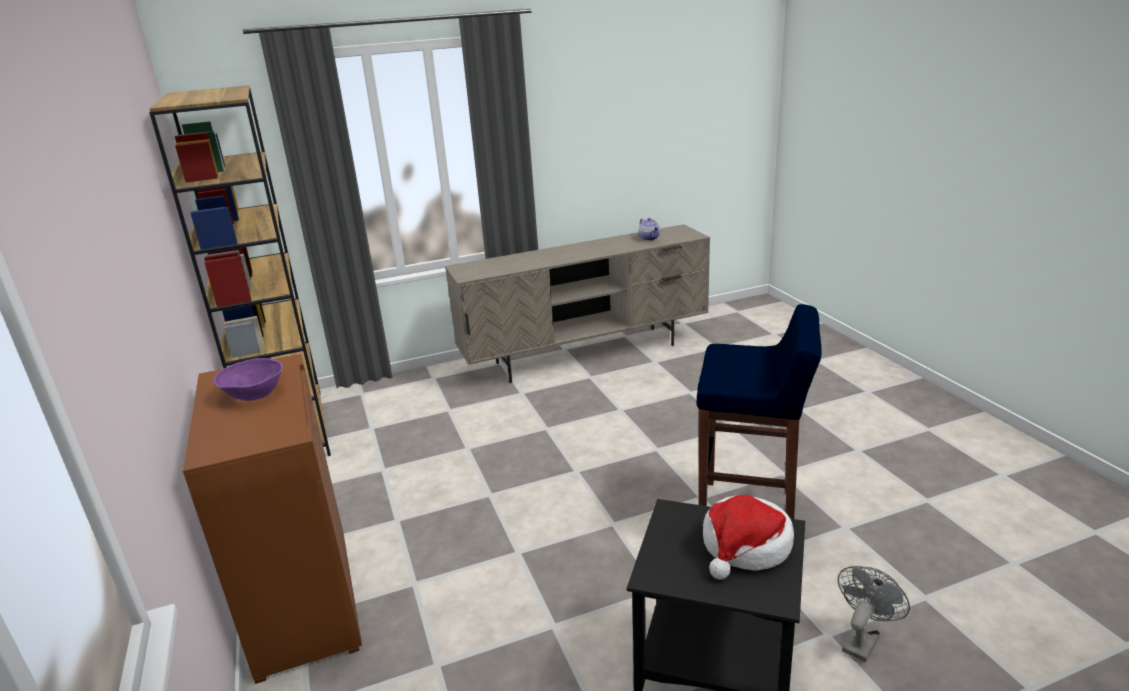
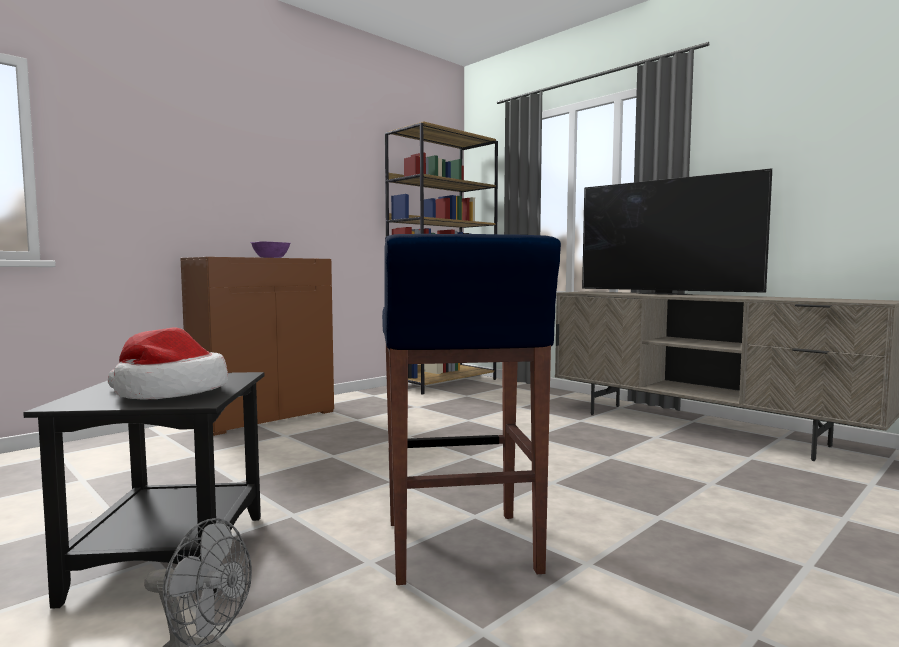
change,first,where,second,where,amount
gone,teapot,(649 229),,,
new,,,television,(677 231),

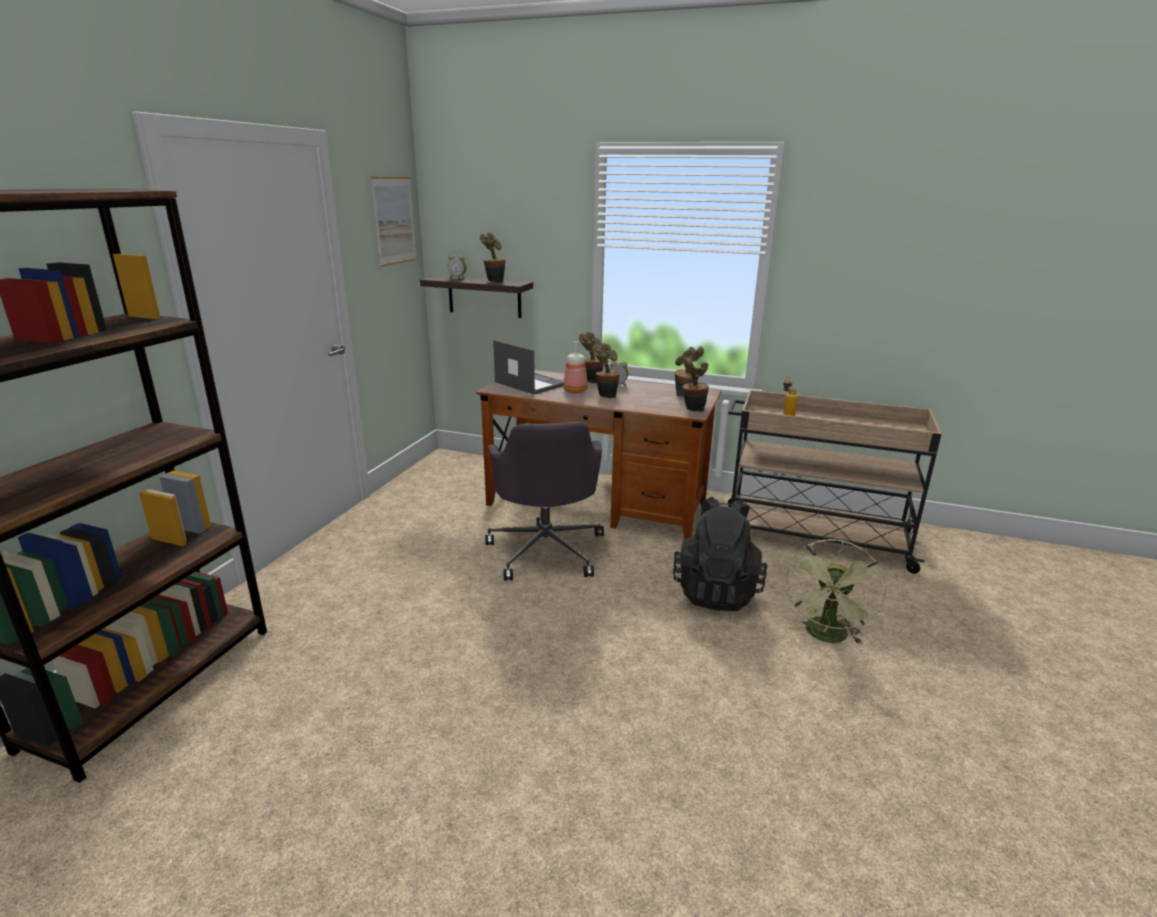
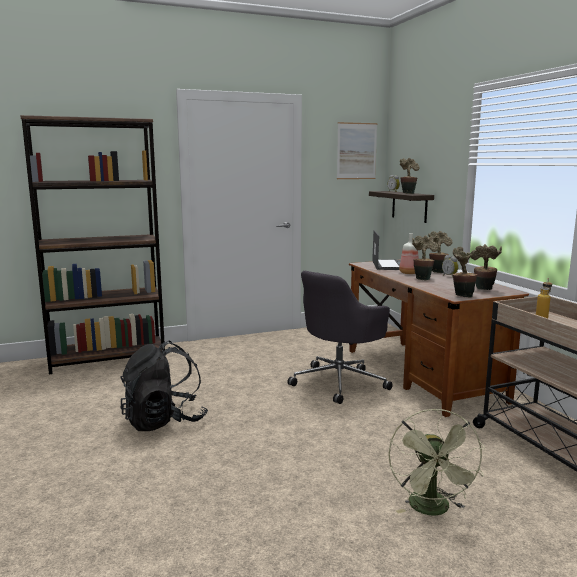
change,first,where,second,where,amount
shifted,black backpack,(720 554),,(164 386),
rotated,green fan,(835 592),,(436 462),75 degrees counterclockwise

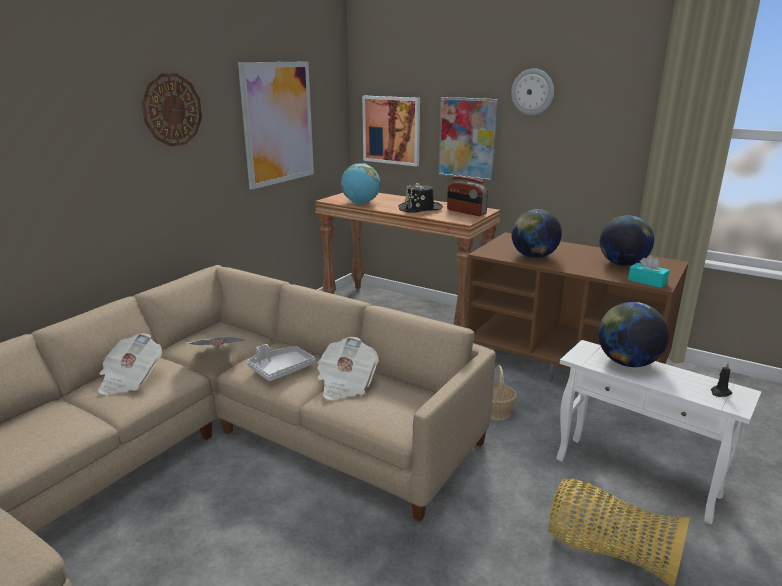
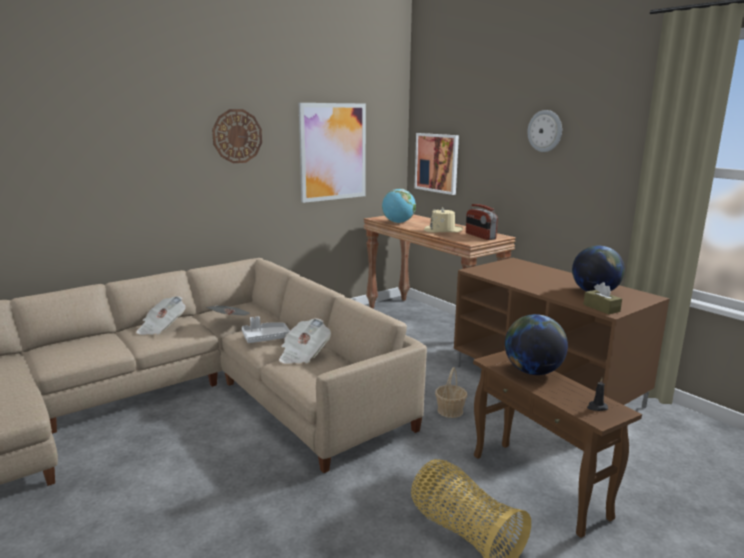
change,first,where,second,where,amount
repainted,black hat,(420 198),beige hat,(443 220),
gone,picture,(468 139),,,
gone,globe,(536 233),,,
repainted,white side table,(658 432),brown side table,(557 444),
repainted,turquoise tissue box,(649 271),brown tissue box,(602 298),

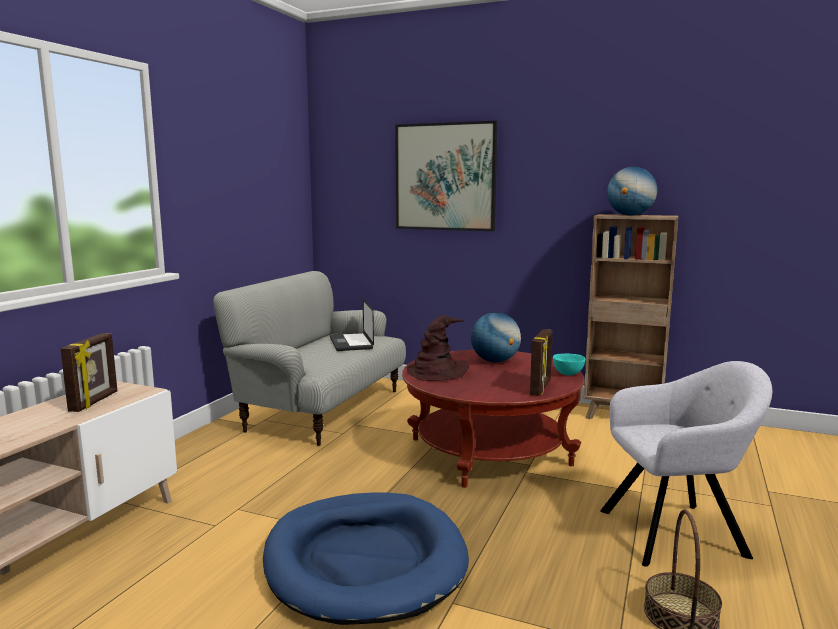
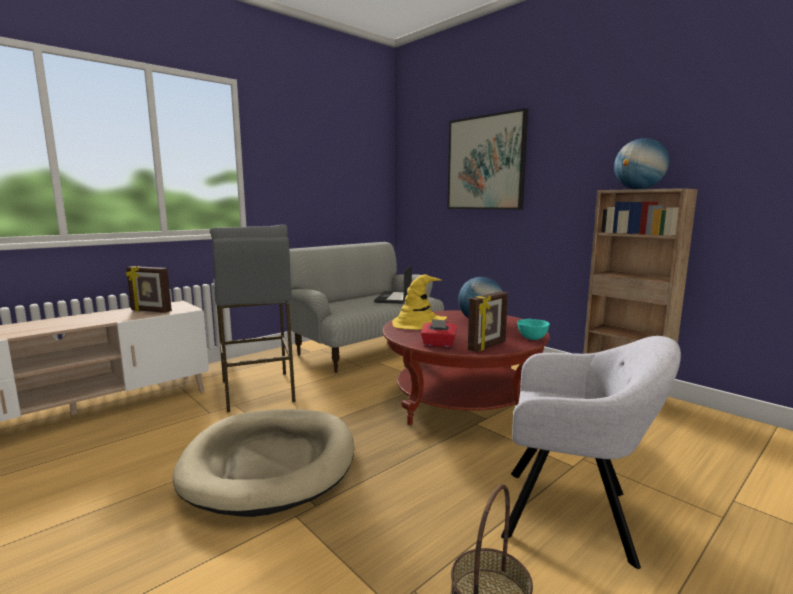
change,first,where,second,where,amount
rotated,picture frame,(89 372),,(149 289),75 degrees clockwise
repainted,blue dog bed,(366 558),beige dog bed,(263 463),
repainted,brown hat,(438 348),yellow hat,(419 302),
new,,,grey stool,(253 318),
new,,,red tissue box,(439 333),

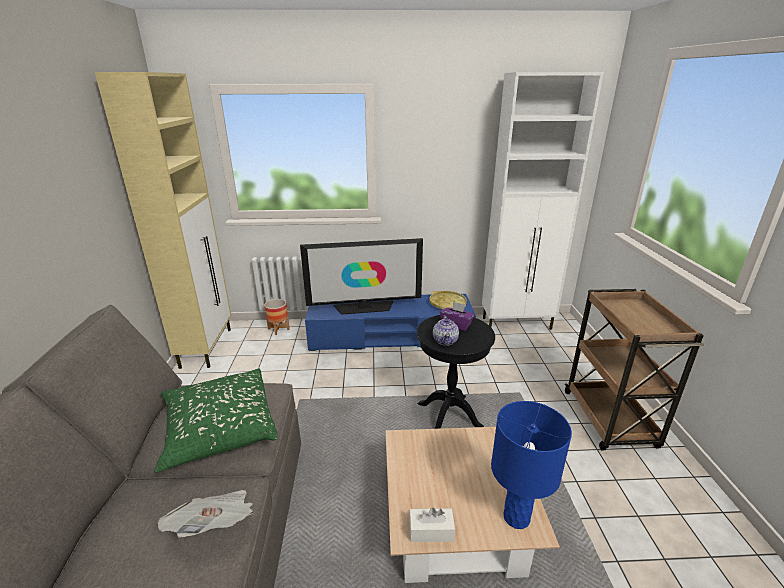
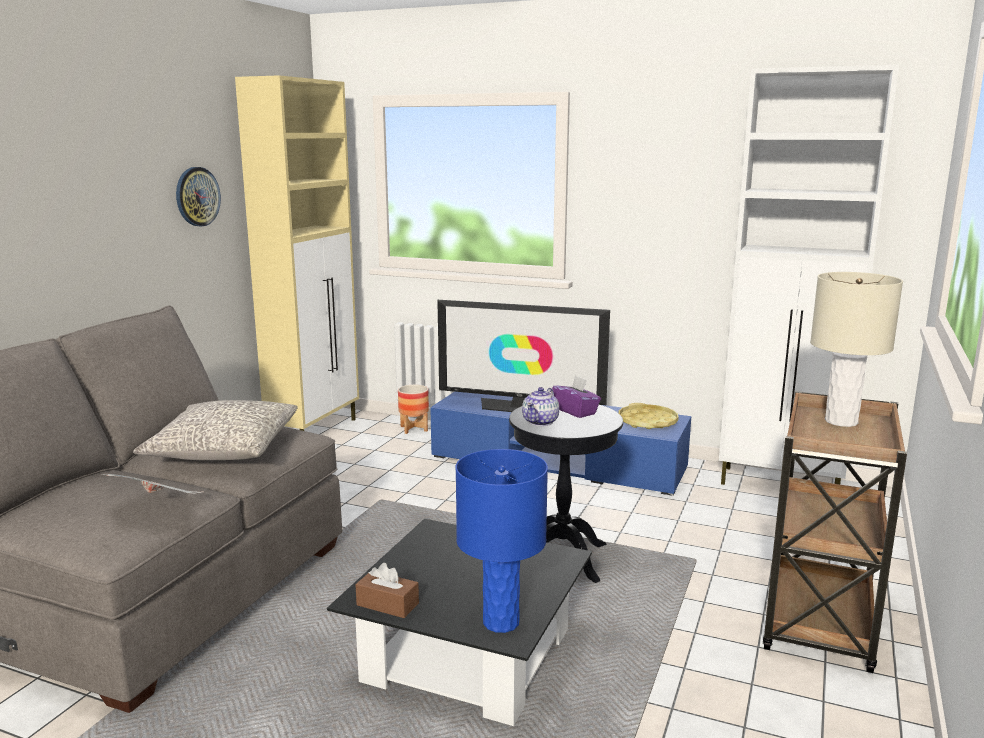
change,first,where,second,where,amount
repainted,green pillow,(216 420),grey pillow,(215 430),
repainted,beige coffee table,(472 505),black coffee table,(459 622),
repainted,white tissue box,(432 525),brown tissue box,(387 590),
new,,,wall clock,(198 196),
new,,,beige table lamp,(856 349),

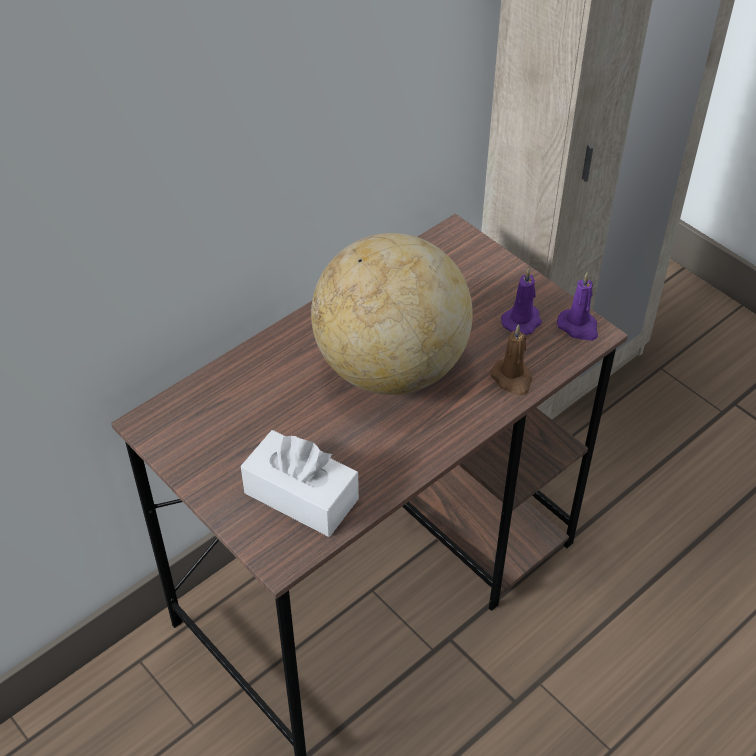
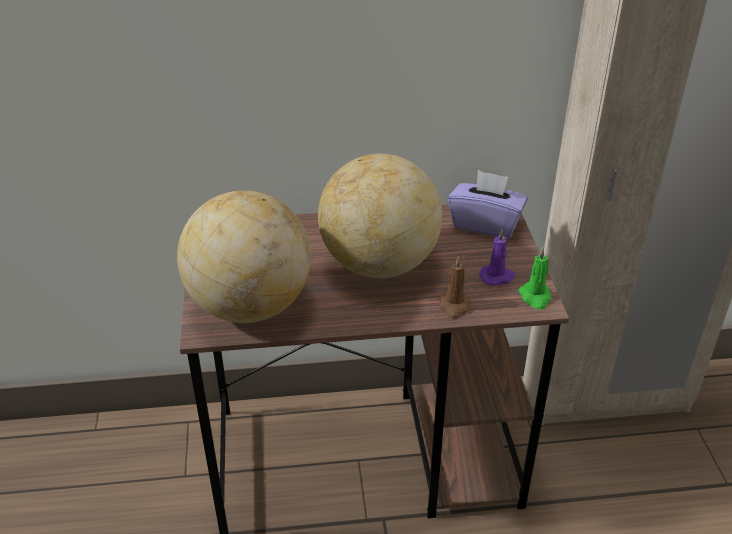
change,first,where,second,where,amount
swapped,white tissue box,(300 483),globe,(244 256),
repainted,purple candle,(577 306),green candle,(534 279),
new,,,purple tissue box,(488 204),

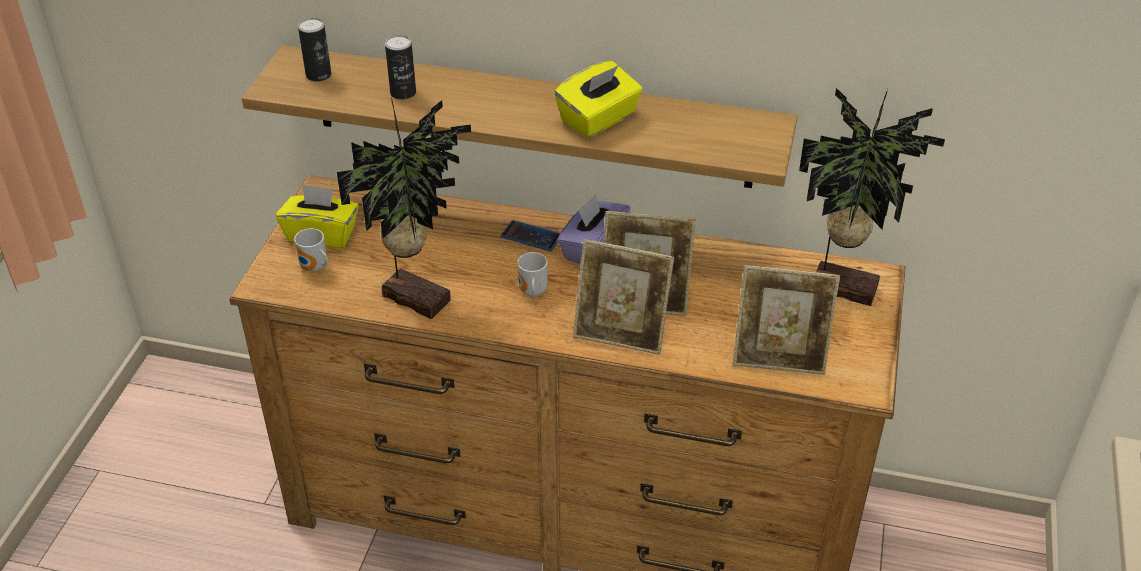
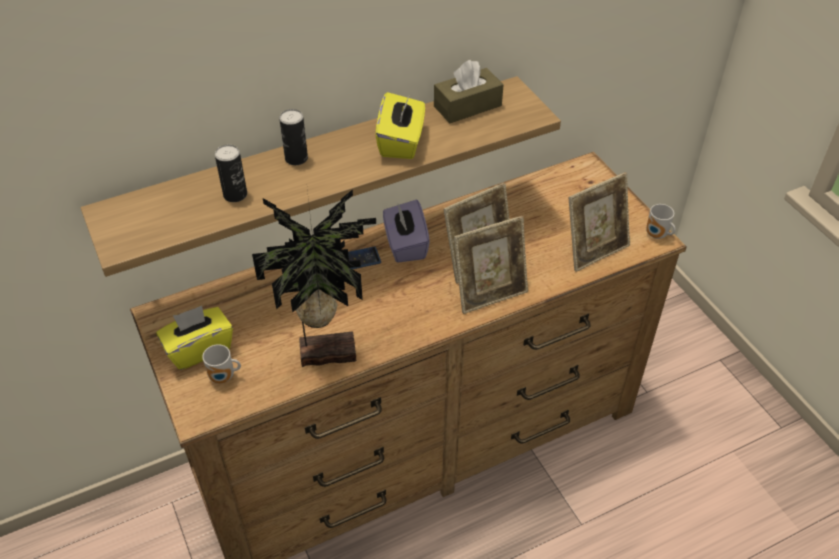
change,first,where,second,where,amount
shifted,can,(314 50),,(293 137),
shifted,mug,(532 274),,(661 221),
gone,potted plant,(872 197),,,
new,,,brown tissue box,(469 91),

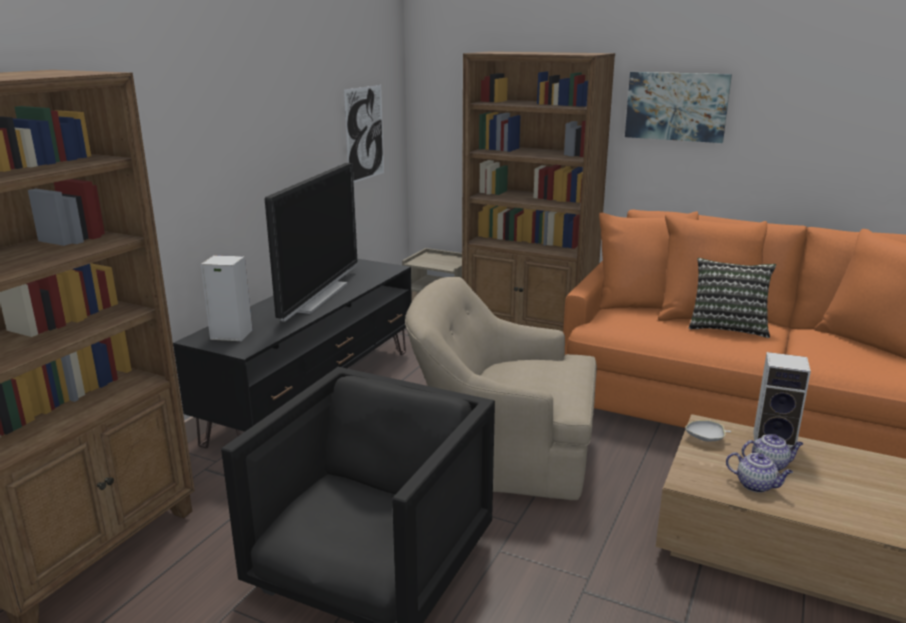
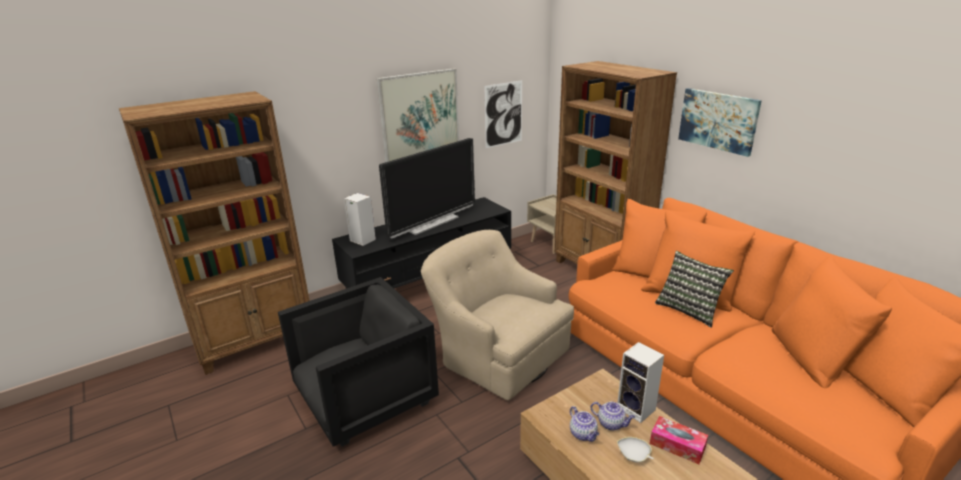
change,first,where,second,where,amount
shifted,white bowl,(708 431),,(635 450),
new,,,picture,(418 115),
new,,,tissue box,(679 440),

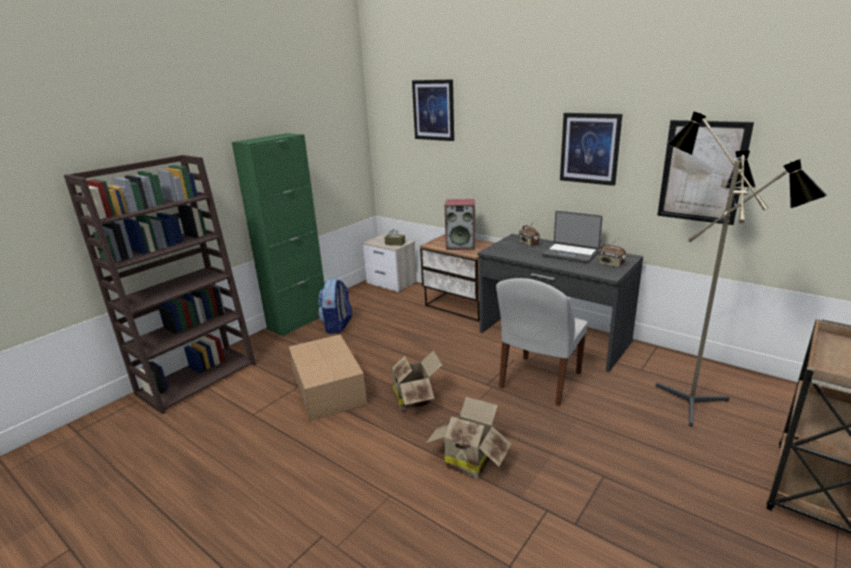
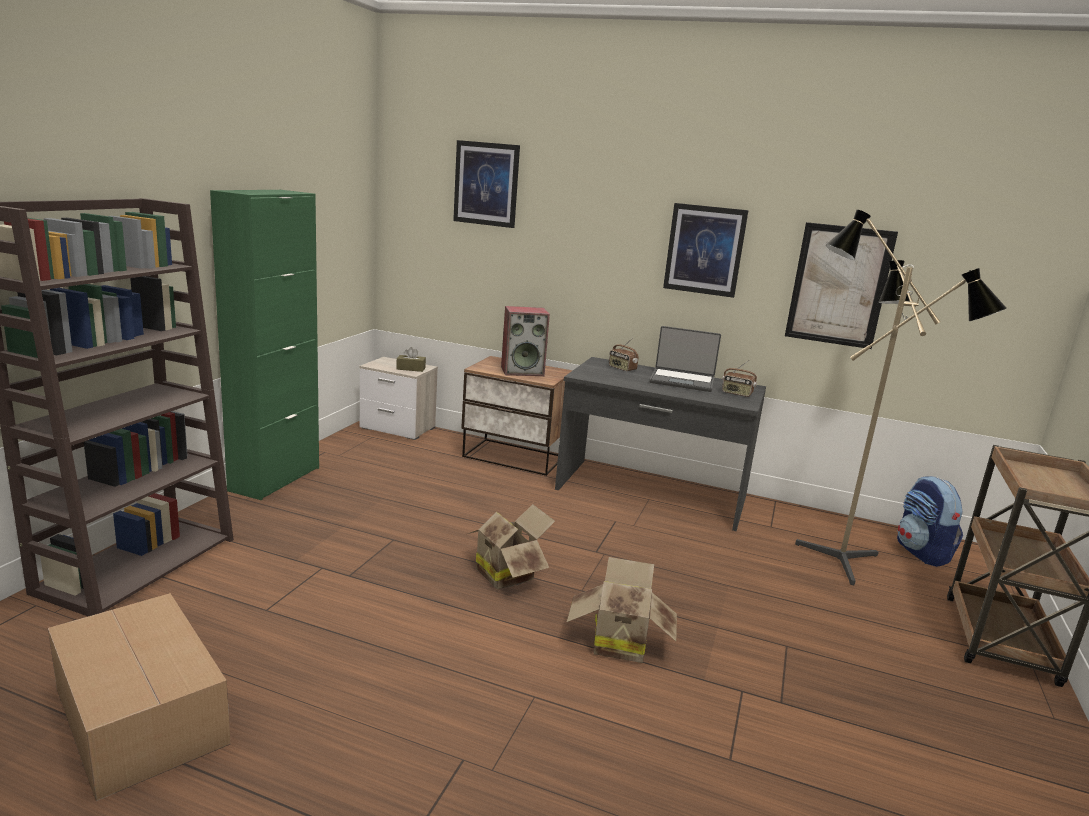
change,first,where,second,where,amount
shifted,cardboard box,(328 377),,(139 697),
shifted,backpack,(335 306),,(930 521),
gone,white chair,(542 342),,,

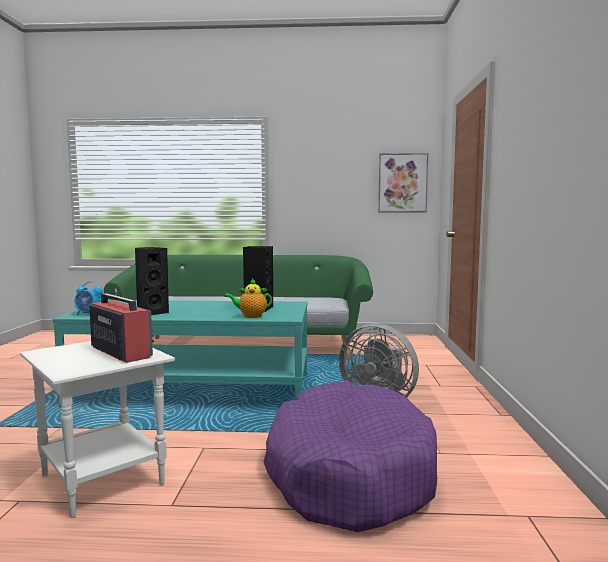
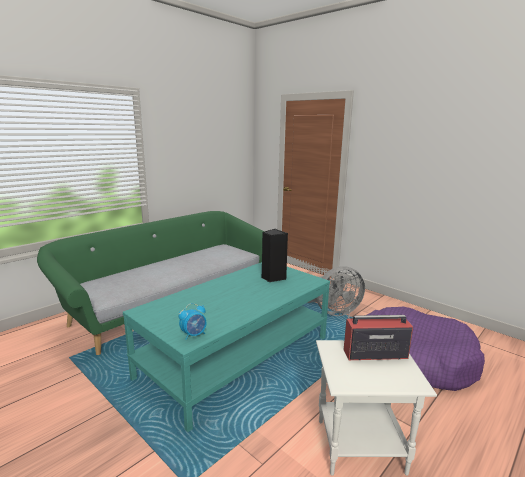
change,first,where,second,where,amount
gone,black speaker,(152 281),,,
gone,teapot,(248 298),,,
gone,picture,(403 182),,,

